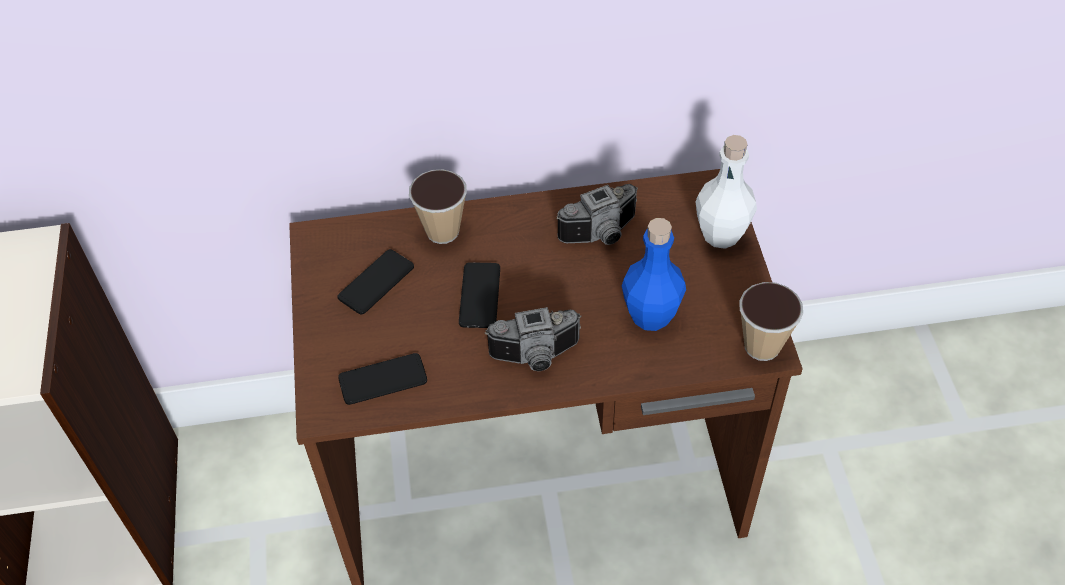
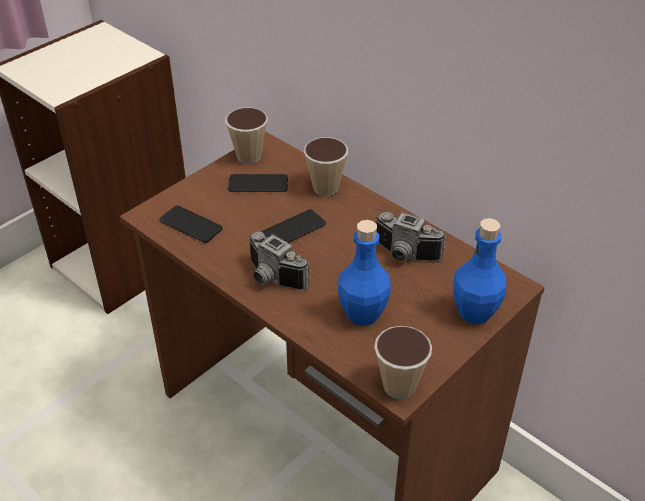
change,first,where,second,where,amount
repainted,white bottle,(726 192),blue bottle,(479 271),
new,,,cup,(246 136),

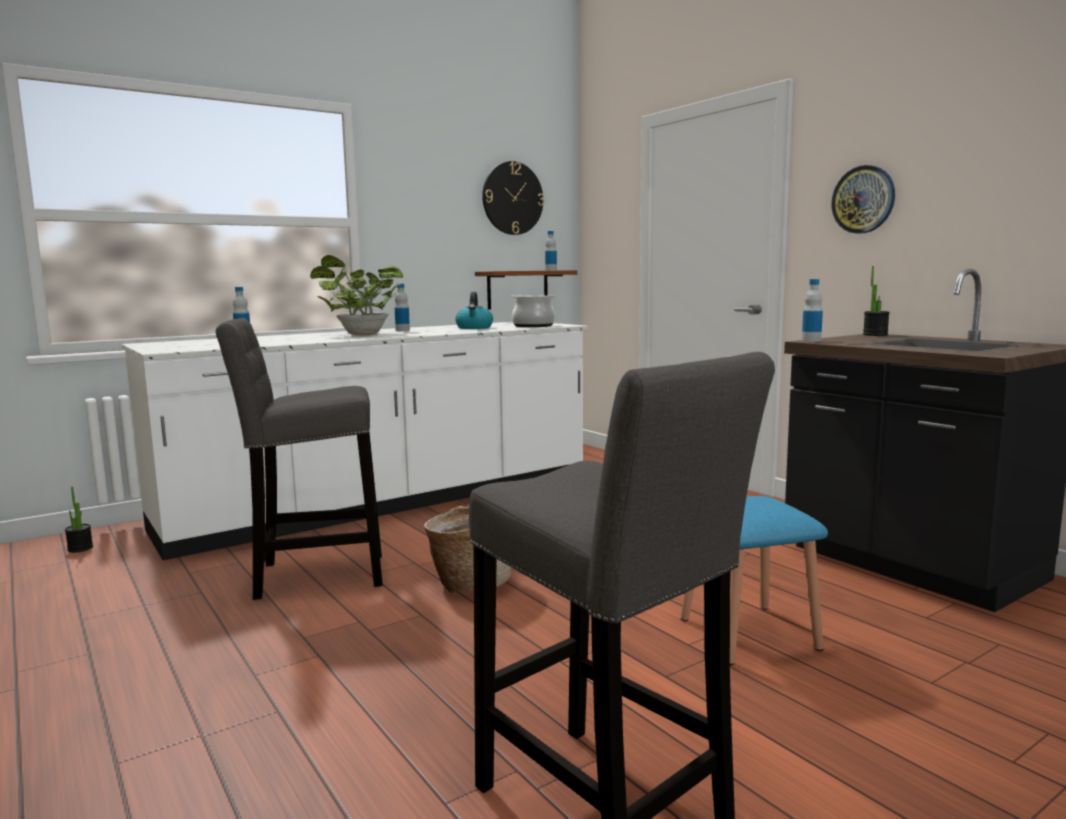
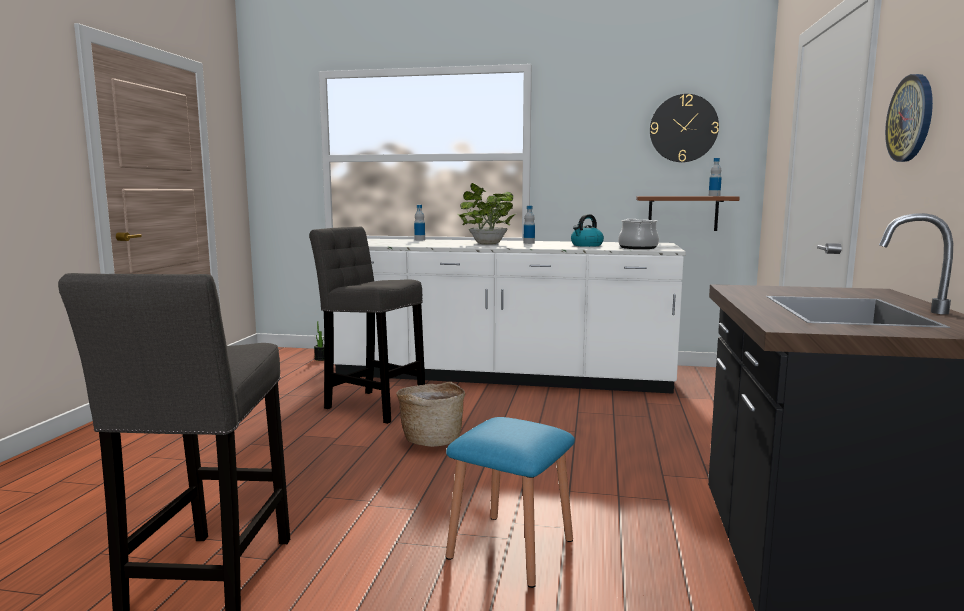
change,first,where,second,where,amount
gone,bottle,(812 310),,,
gone,potted plant,(876 301),,,

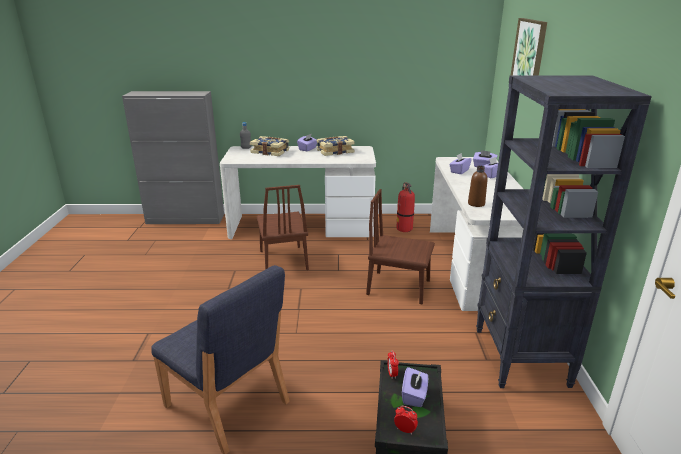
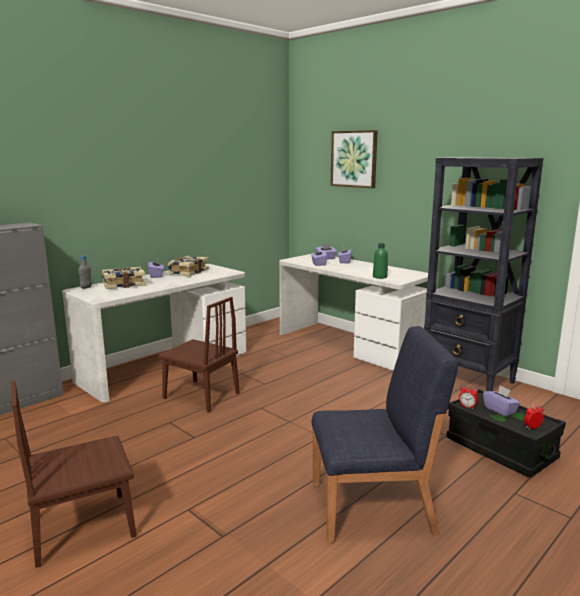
change,first,where,second,where,amount
shifted,brown chair,(400 246),,(74 474),
gone,fire extinguisher,(406 207),,,
repainted,brown bottle,(477 186),green bottle,(380 261),

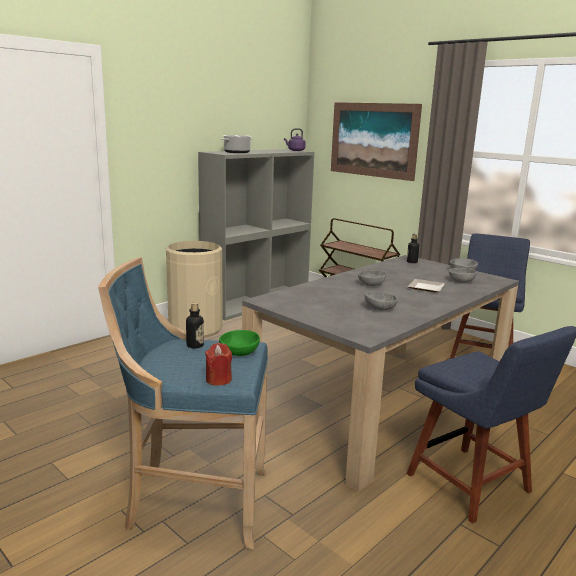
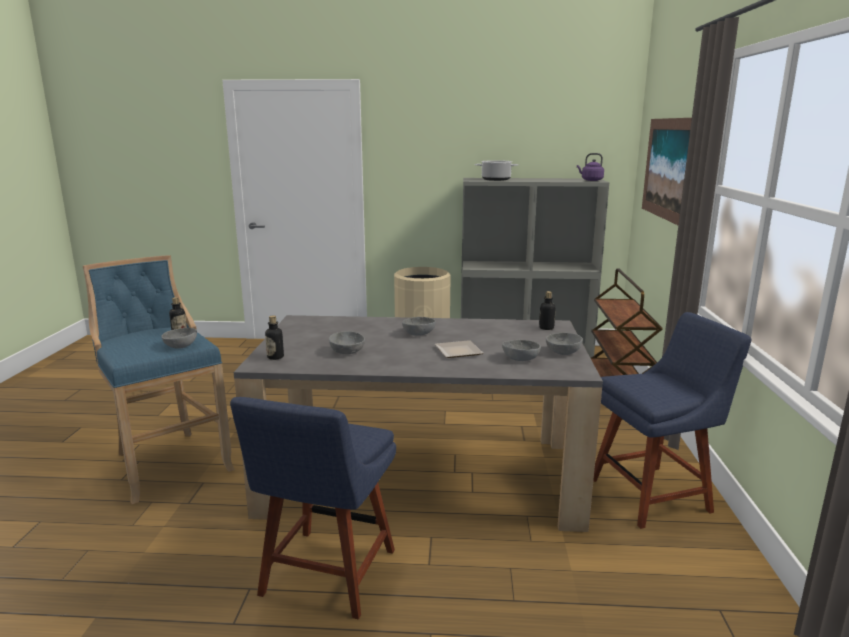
change,first,where,second,where,amount
gone,red candle,(218 364),,,
repainted,green bowl,(239 343),grey bowl,(179 338),
new,,,bottle,(274 337),

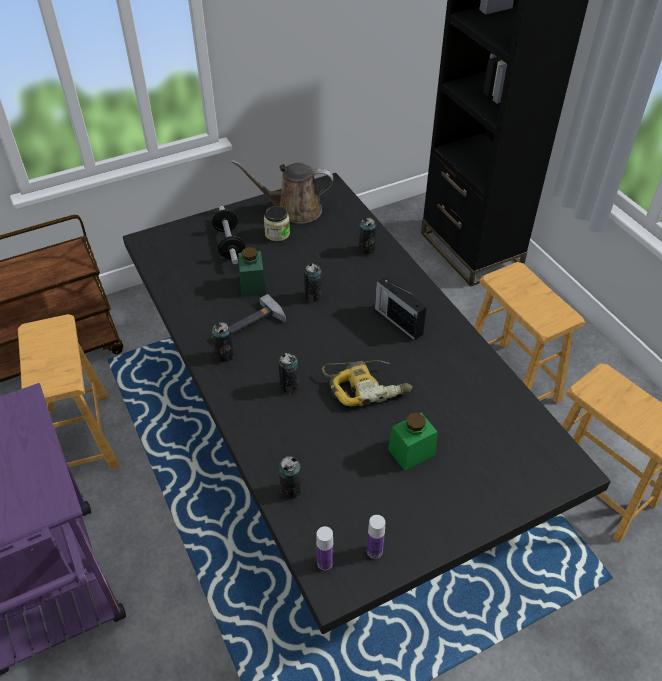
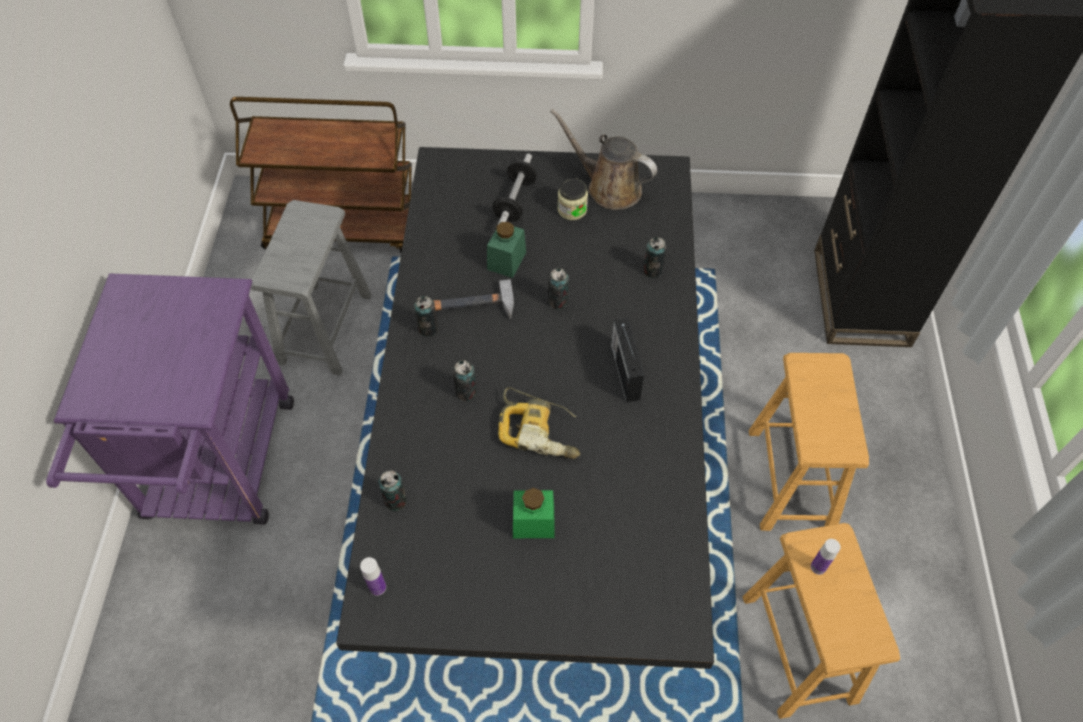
change,first,where,second,where,amount
repainted,brown stool,(68 391),grey stool,(311 287),
shifted,bottle,(376 537),,(826 557),

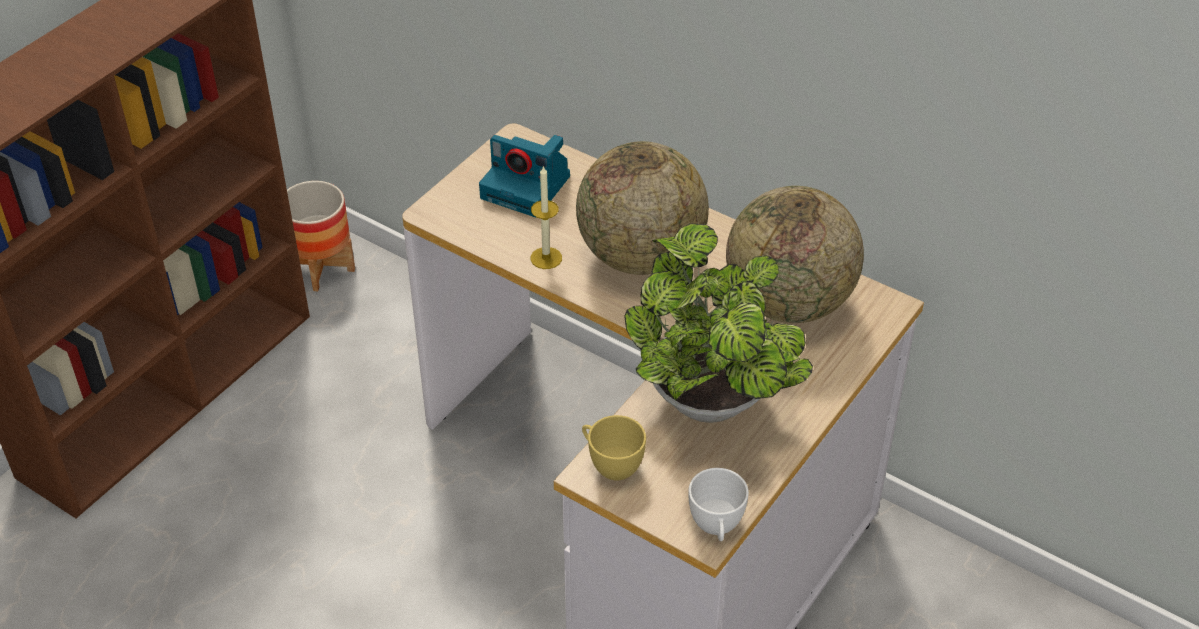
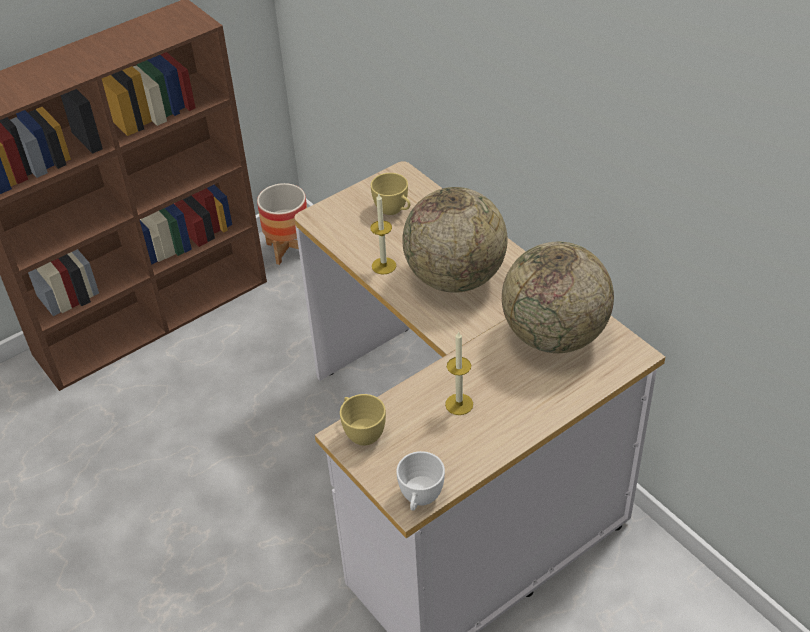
change,first,where,second,where,amount
swapped,photo camera,(524 176),yellow cup,(390 194),
swapped,potted plant,(718 323),candle,(459 373),

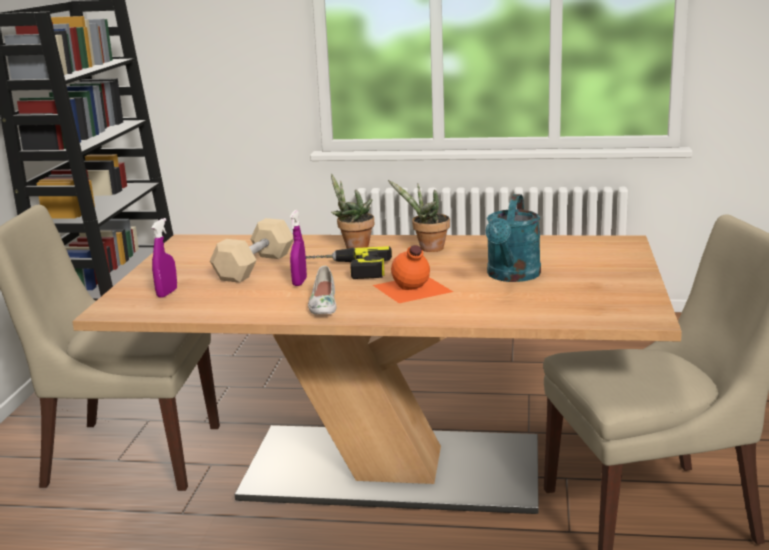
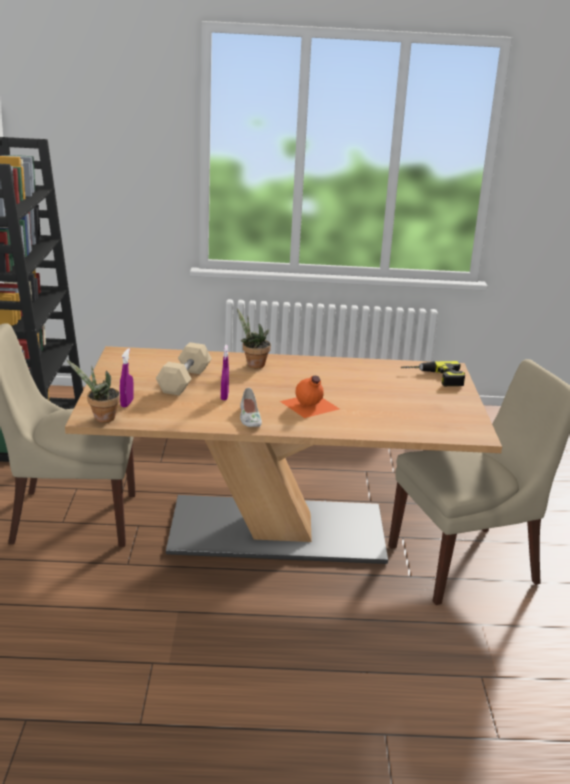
change,first,where,second,where,amount
shifted,power drill,(349 262),,(433 374),
shifted,potted plant,(419 216),,(93 391),
gone,turquoise watering can,(513 238),,,

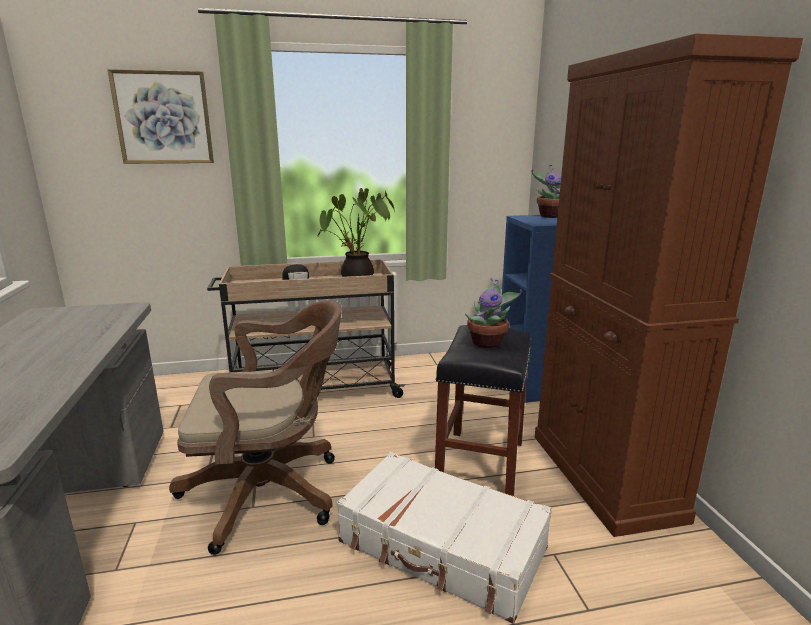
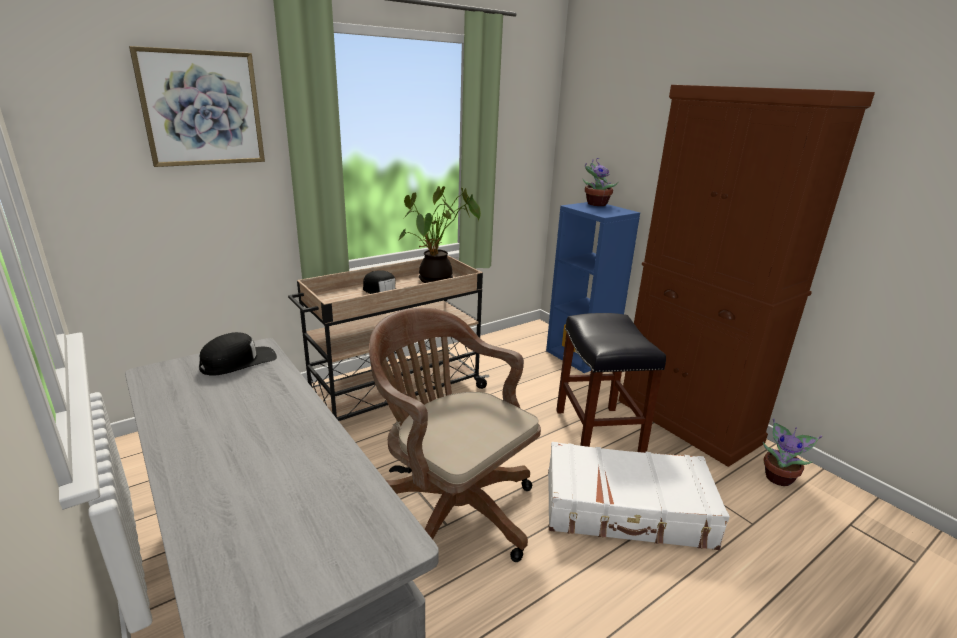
change,first,where,second,where,amount
rotated,brown office chair,(255 427),,(455 435),105 degrees counterclockwise
shifted,potted plant,(493 313),,(792 452),
new,,,black cap,(238 354),

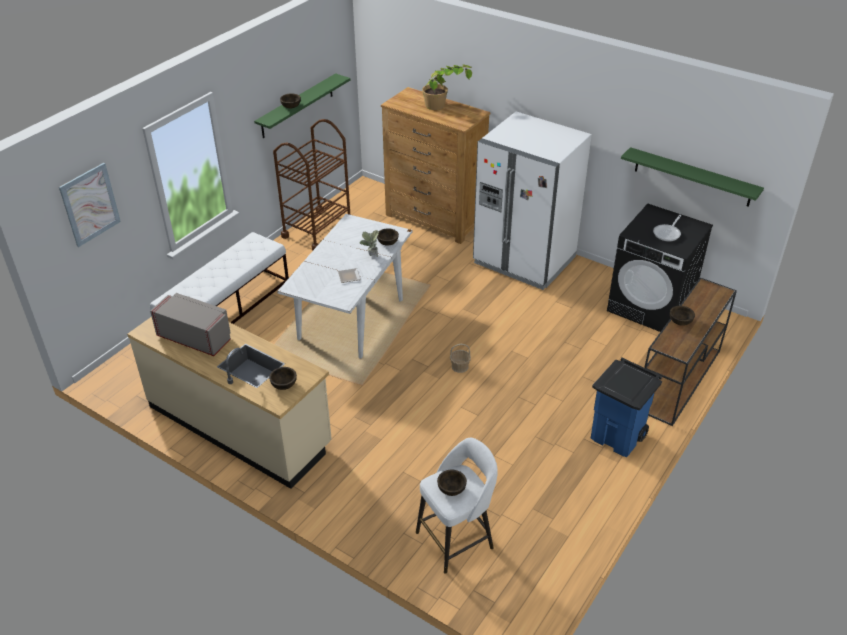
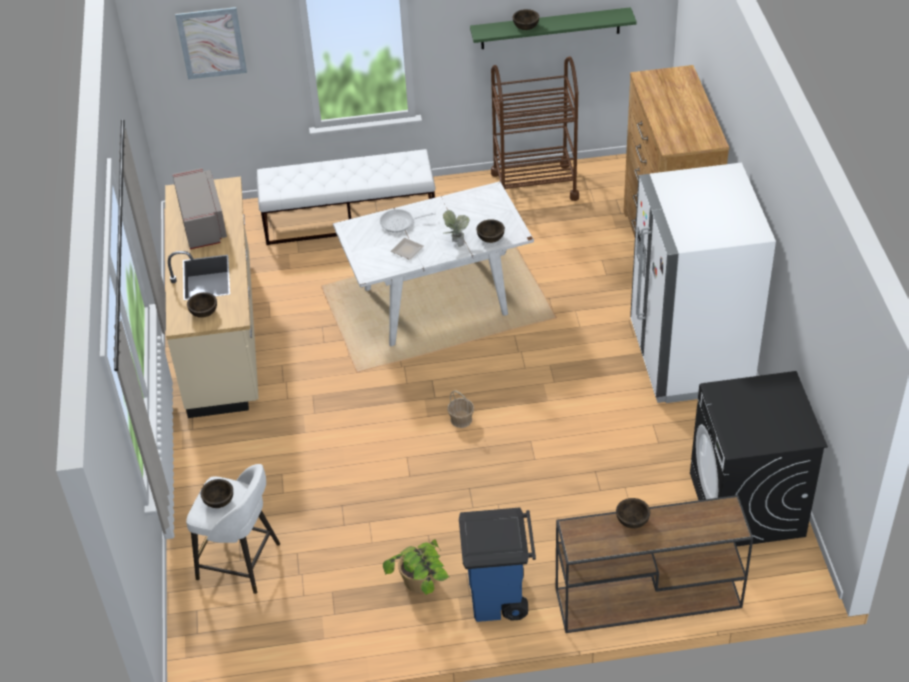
change,first,where,second,where,amount
shifted,potted plant,(447 87),,(416 567),
gone,green shelf,(692 177),,,
shifted,frying pan,(667 228),,(408 221),

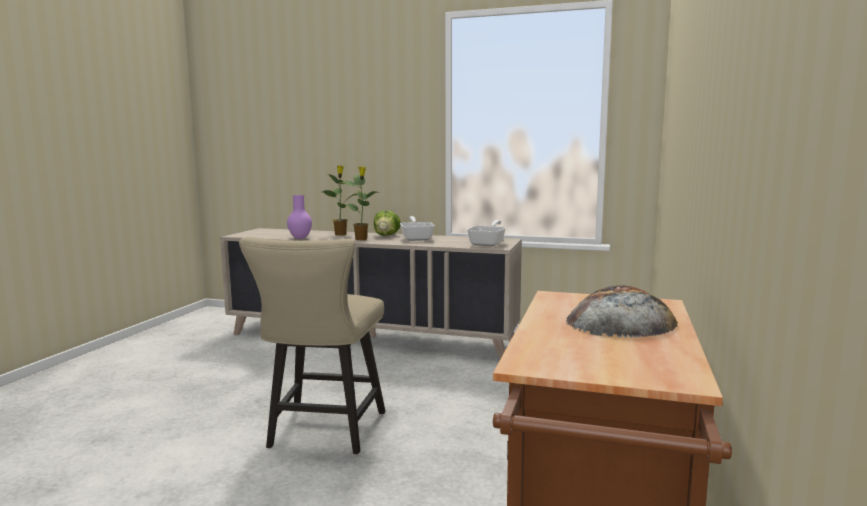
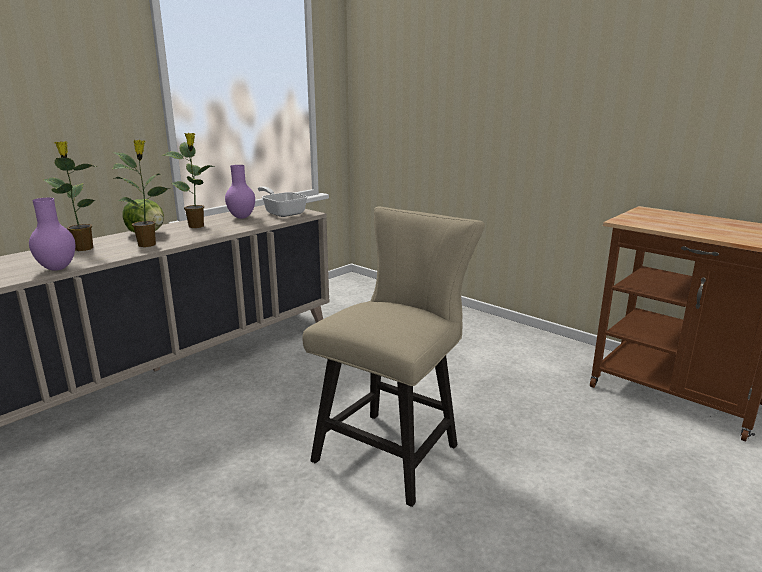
change,first,where,second,where,amount
rotated,beige chair,(312 345),,(393 357),90 degrees counterclockwise
swapped,frying pan,(417 228),potted plant,(187 180),
gone,bread,(622 311),,,
new,,,purple vase,(240 192),

